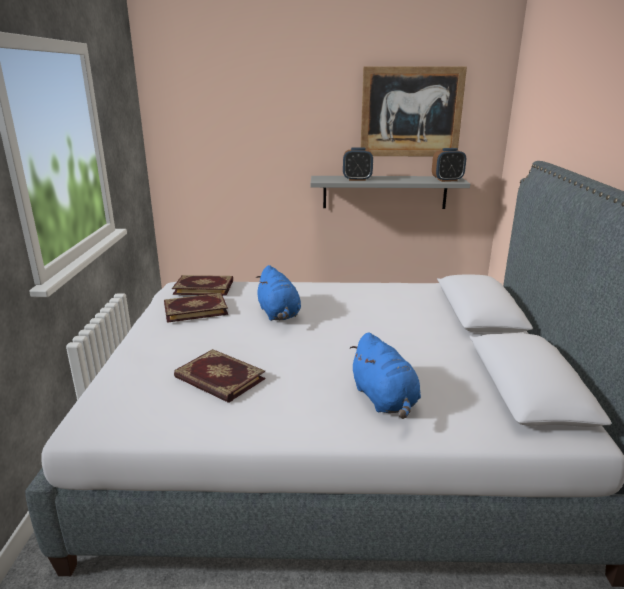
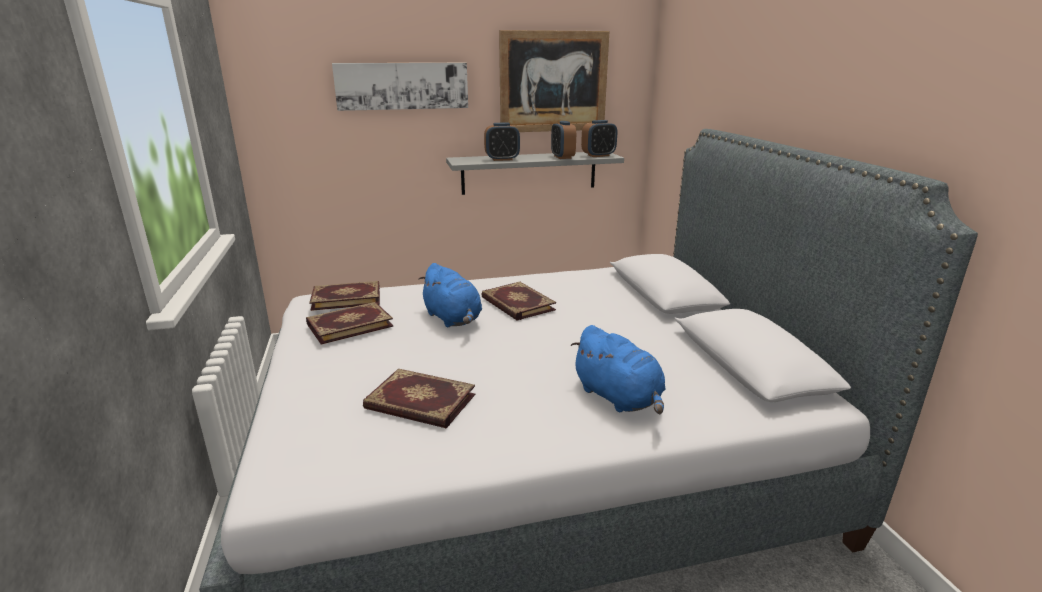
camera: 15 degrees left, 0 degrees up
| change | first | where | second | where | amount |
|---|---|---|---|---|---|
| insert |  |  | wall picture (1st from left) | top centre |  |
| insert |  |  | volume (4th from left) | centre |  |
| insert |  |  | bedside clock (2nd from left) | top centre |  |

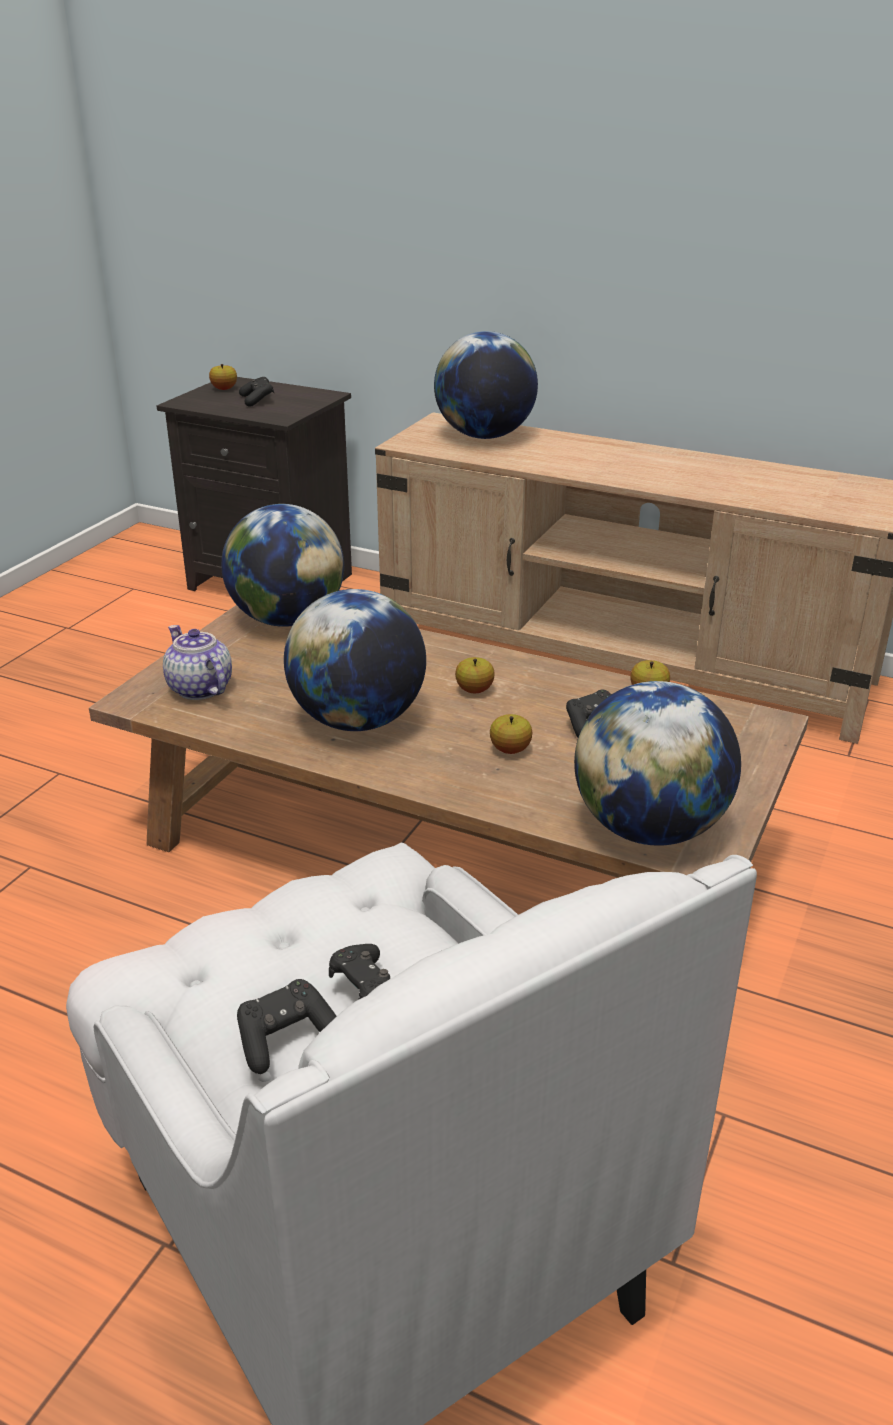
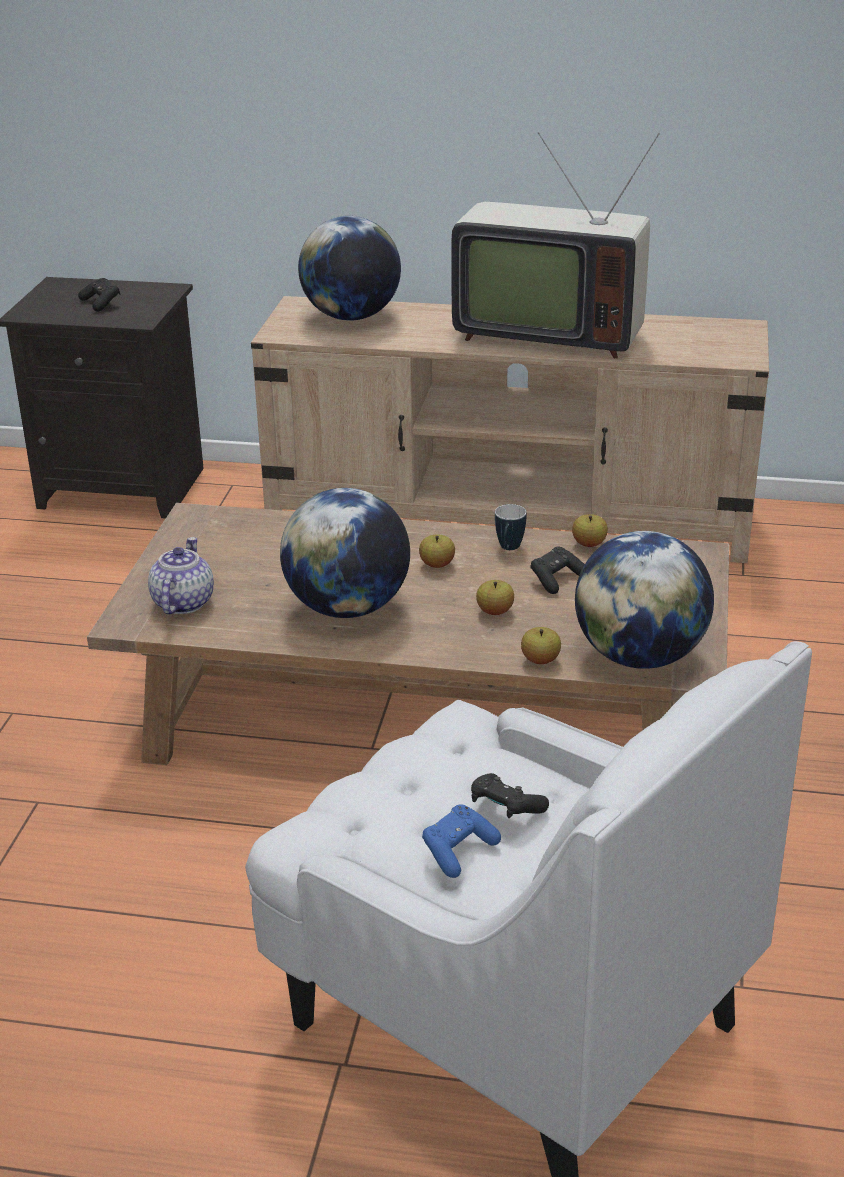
camera: 15 degrees left, 0 degrees up
| change | first | where | second | where | amount |
|---|---|---|---|---|---|
| delete | desk globe (1st from left) | middle left |  |  |  |
| insert |  |  | television | top centre |  |
| insert |  |  | tea mug | centre |  |
| move | whole apple (1st from left in the first image) | top left | whole apple (3rd from left) | centre |  |
| recolor | game controller/black-coloured (2nd from left) | bottom left | game controller/bluish | bottom centre |  |
| rotate | teapot | middle left |  | middle left | 60 degrees clockwise |

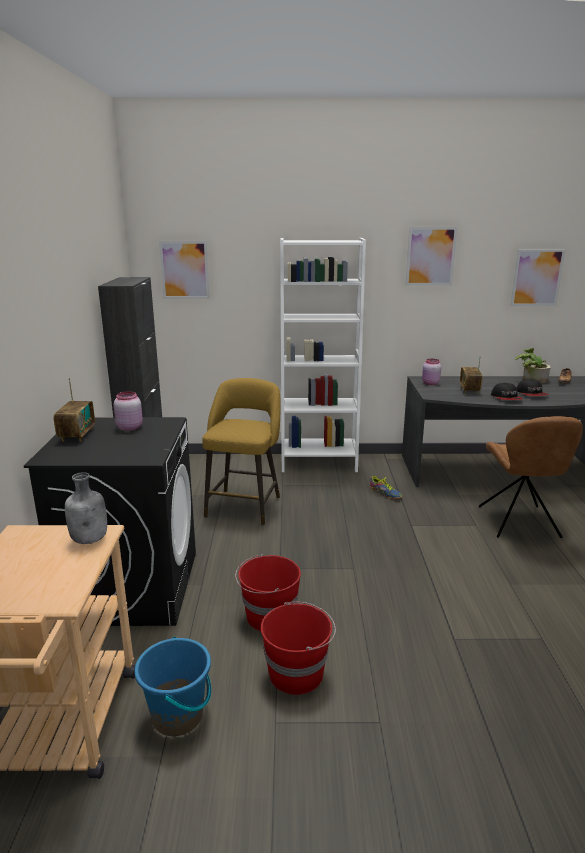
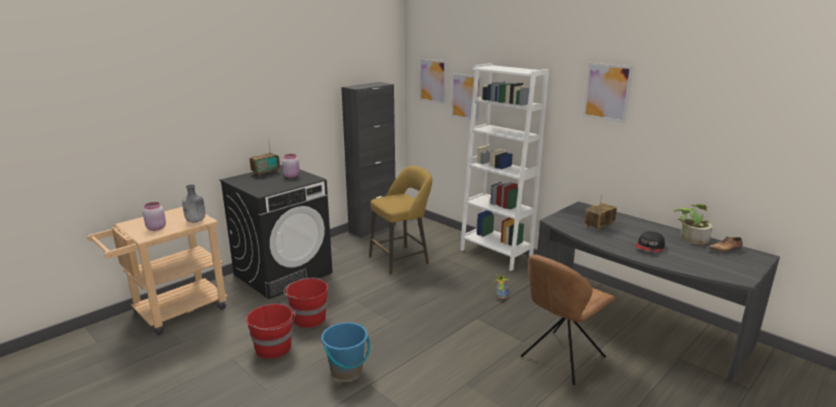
camera: 45 degrees right, 0 degrees up
| change | first | where | second | where | amount |
|---|---|---|---|---|---|
| delete | baseball cap (1st from left) | middle right |  |  |  |
| move | pail/bluish | bottom left |  | bottom centre |  |
| move | preserve jar/pinkish (2nd from left in the first image) | middle right | preserve jar/pinkish (1st from left) | middle left |  |
| move | wall picture (3rd from left in the first image) | top right | wall picture (2nd from left) | top centre |  |

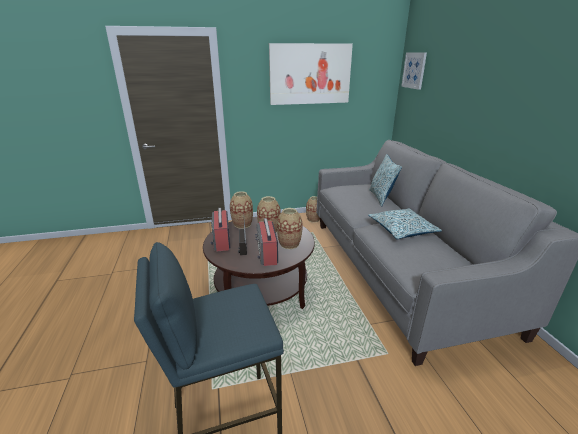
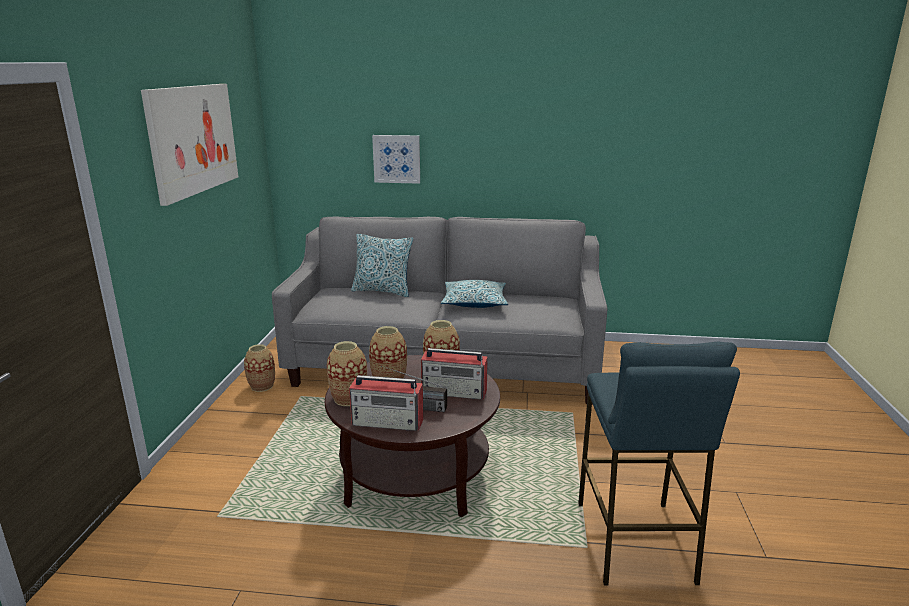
camera: 70 degrees left, 5 degrees down
| change | first | where | second | where | amount |
|---|---|---|---|---|---|
| move | wall picture (2nd from left) | top right |  | top centre |  |

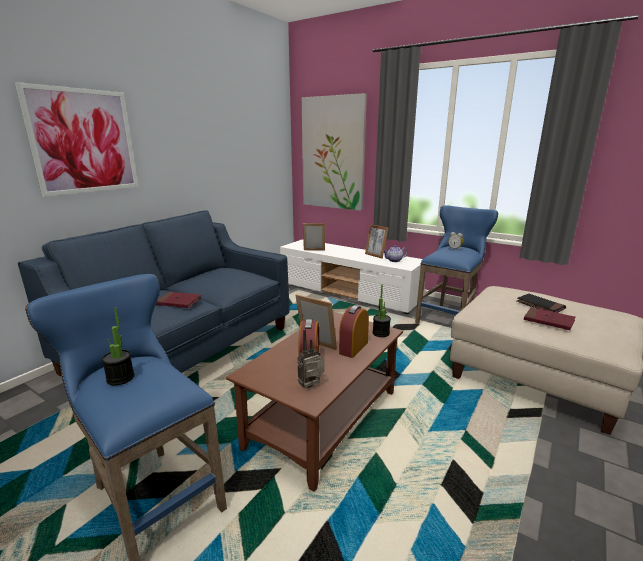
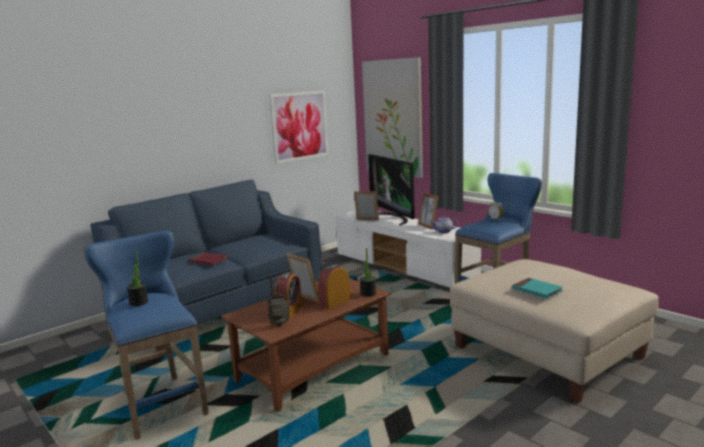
camera: 15 degrees right, 5 degrees down
| change | first | where | second | where | amount |
|---|---|---|---|---|---|
| delete | volume/black-coloured | middle right |  |  |  |
| insert |  |  | television | centre |  |
| move | wall picture (1st from left) | top left |  | top centre |  |
| recolor | volume/reddish (2nd from left) | middle right | volume/blue-green | middle right |  |

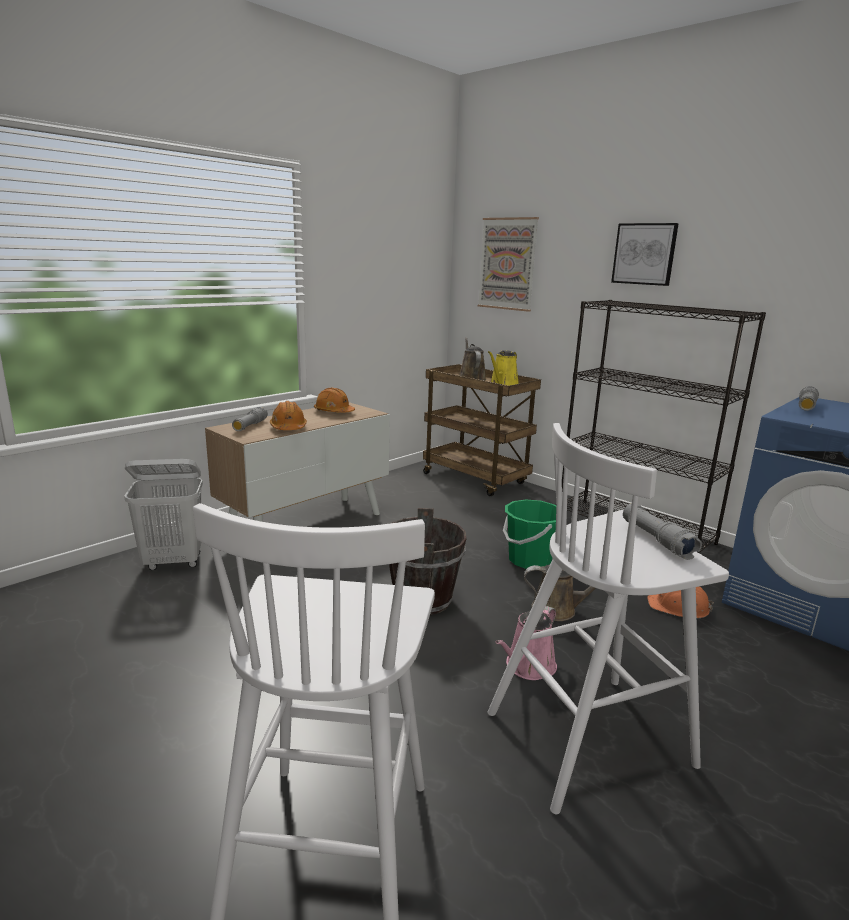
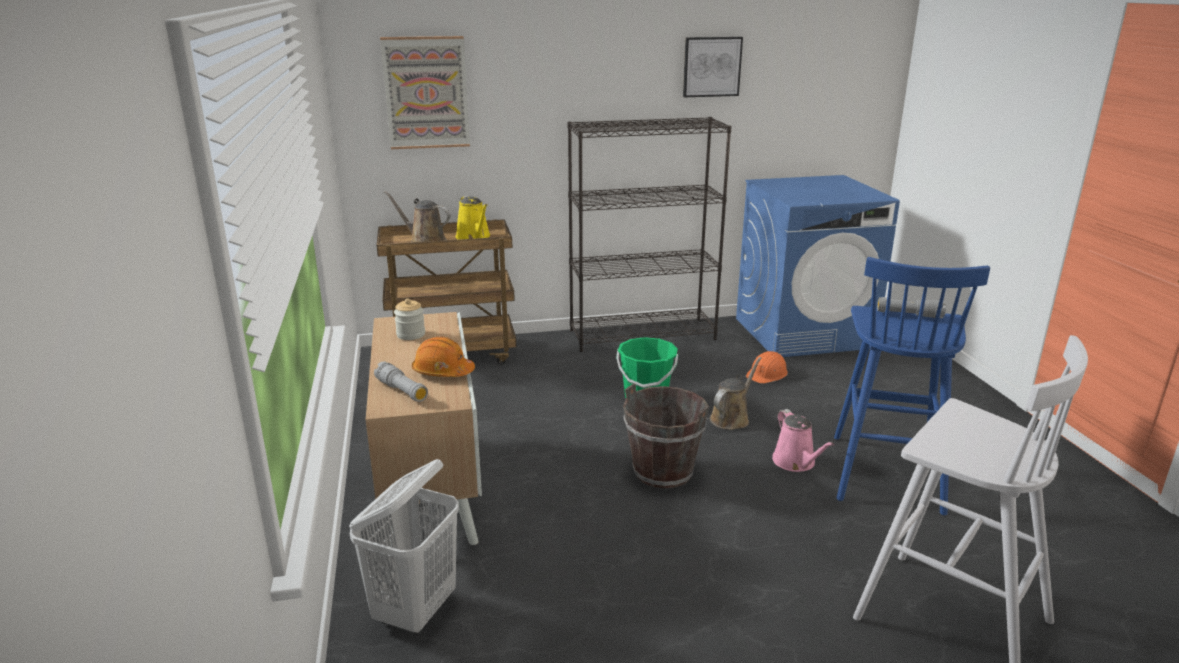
camera: 55 degrees left, 5 degrees up
| change | first | where | second | where | amount |
|---|---|---|---|---|---|
| delete | flashlight/greyish (3rd from left) | middle right |  |  |  |
| move | wall picture (2nd from left) | top right |  | top centre |  |
| replace | safety helmet/orangey (2nd from left) | centre | preserve jar | centre |  |
| recolor | sitting stool/white (2nd from left) | bottom right | sitting stool/bluish | middle right |  |

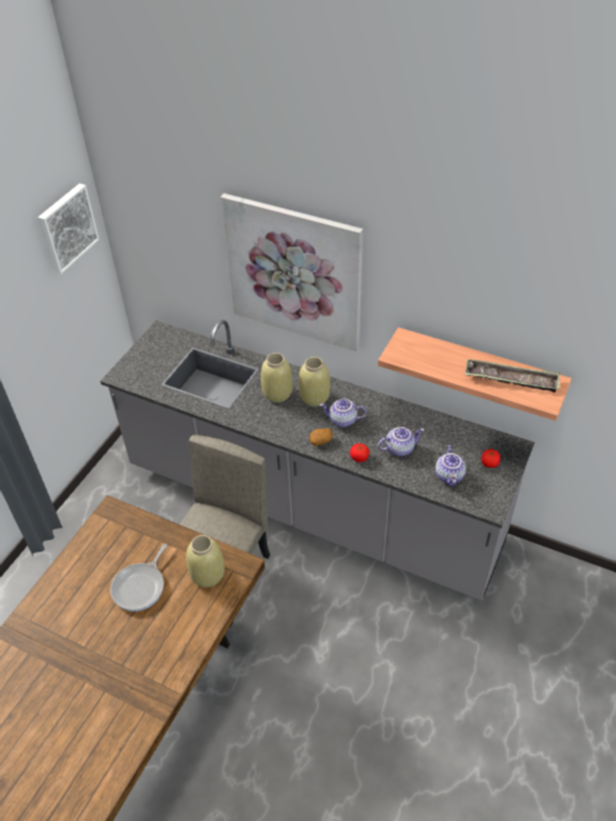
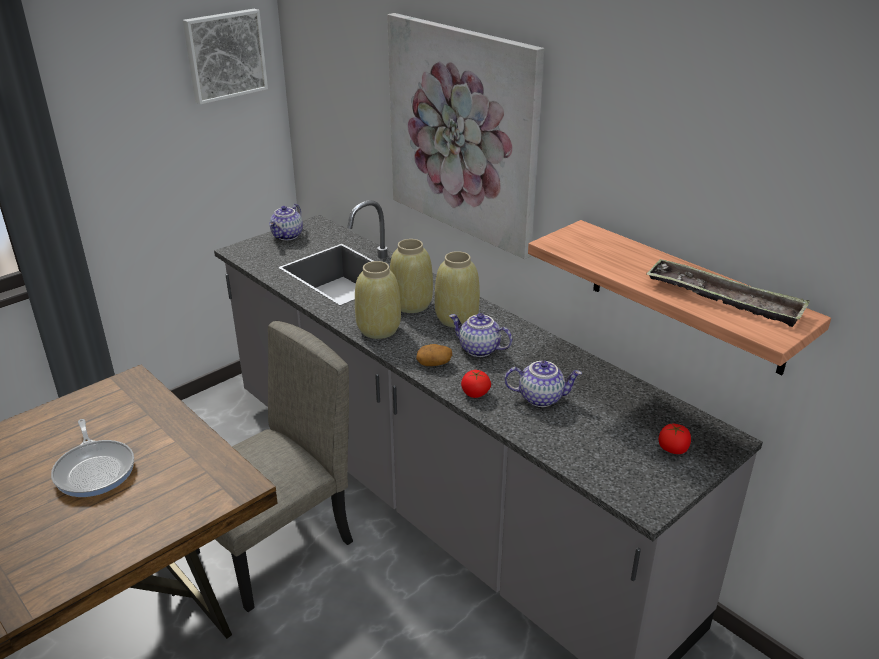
camera: 20 degrees right, 15 degrees down
| change | first | where | second | where | amount |
|---|---|---|---|---|---|
| move | decorative vase/beige-coloured (1st from left) | bottom left |  | centre |  |
| move | teapot (3rd from left in the first image) | middle right | teapot (1st from left) | middle left |  |
| rotate | skillet | bottom left |  | bottom left | 75 degrees counterclockwise |

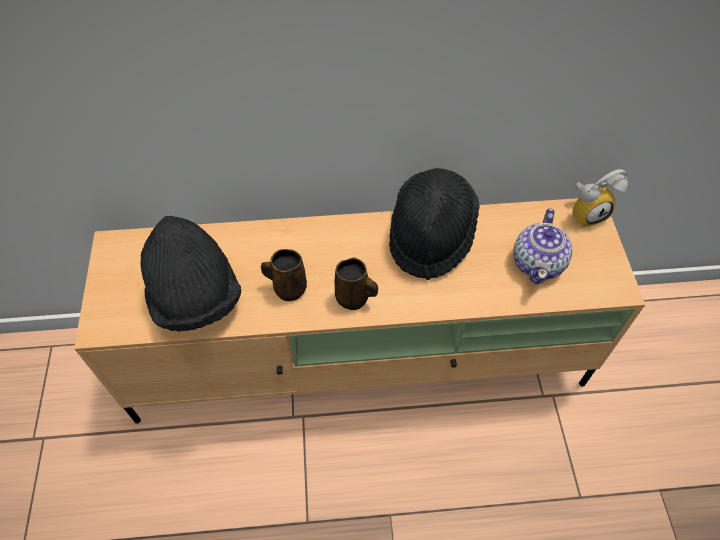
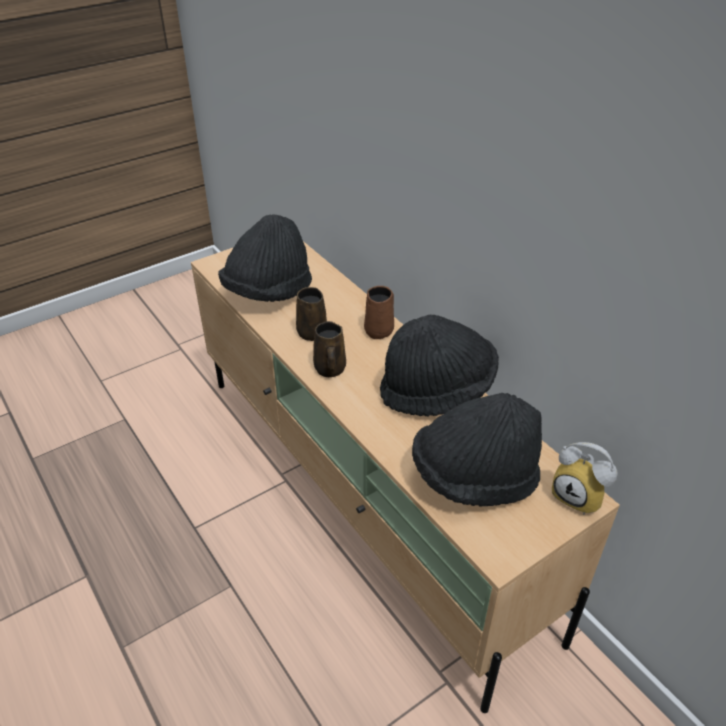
camera: 60 degrees right, 15 degrees down
| change | first | where | second | where | amount |
|---|---|---|---|---|---|
| insert |  |  | tea mug/brown (3rd from left) | centre |  |
| replace | teapot | middle right | hat/black-coloured (3rd from left) | centre |  |

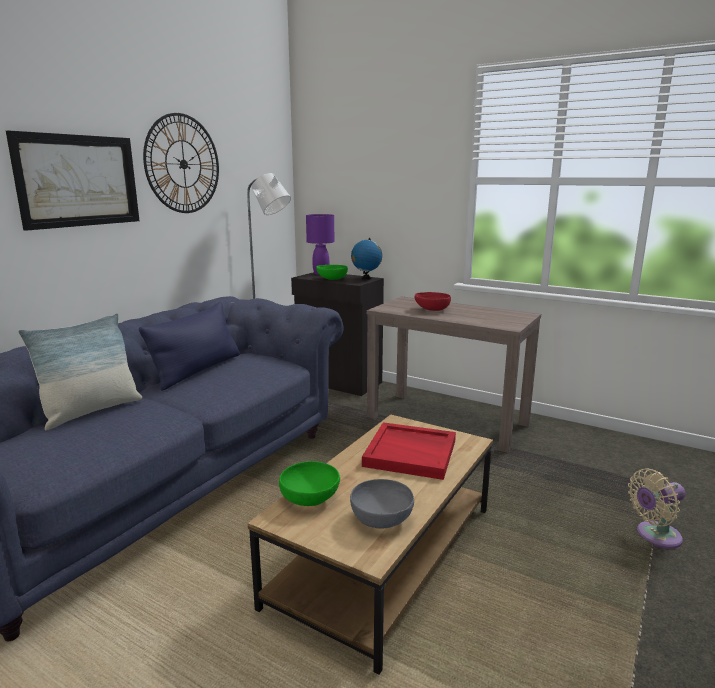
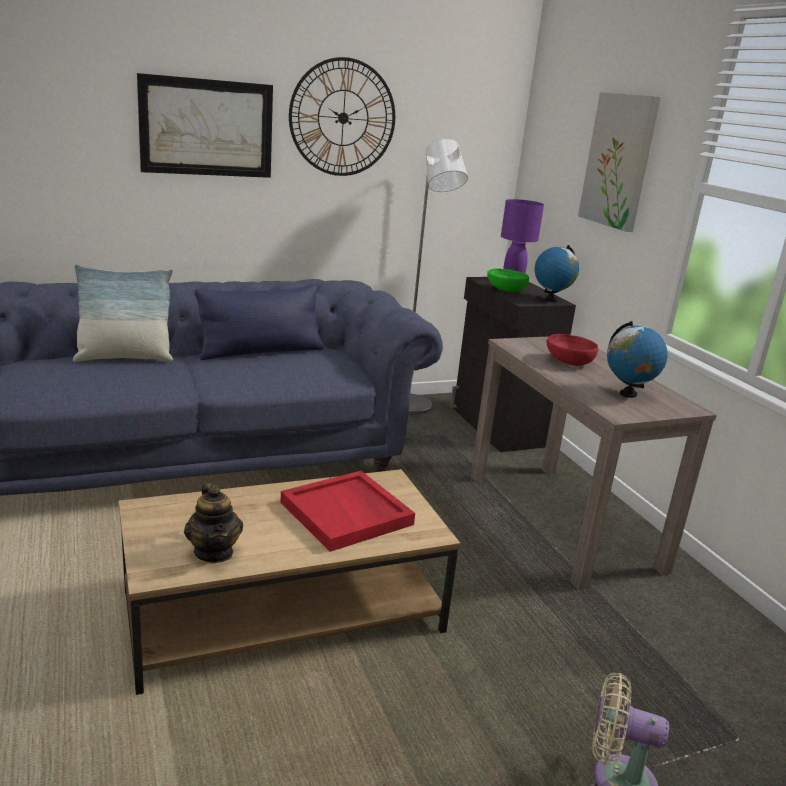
camera: 35 degrees right, 5 degrees up
| change | first | where | second | where | amount |
|---|---|---|---|---|---|
| delete | bowl/greenish (1st from left) | bottom centre |  |  |  |
| insert |  |  | wall picture (2nd from left) | top right |  |
| insert |  |  | desk globe (2nd from left) | middle right |  |
| replace | bowl/greyish | bottom centre | teapot | middle left |  |

